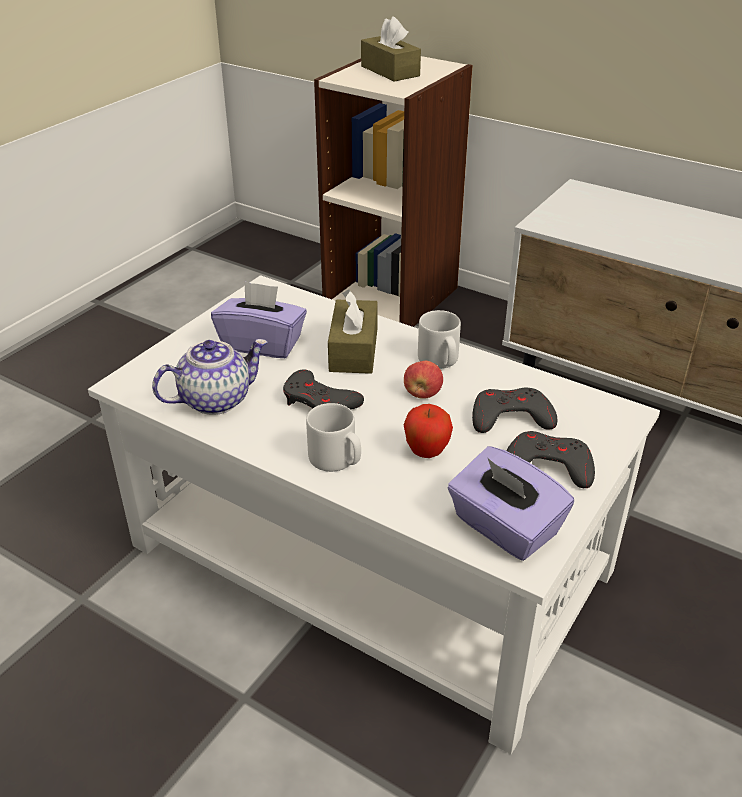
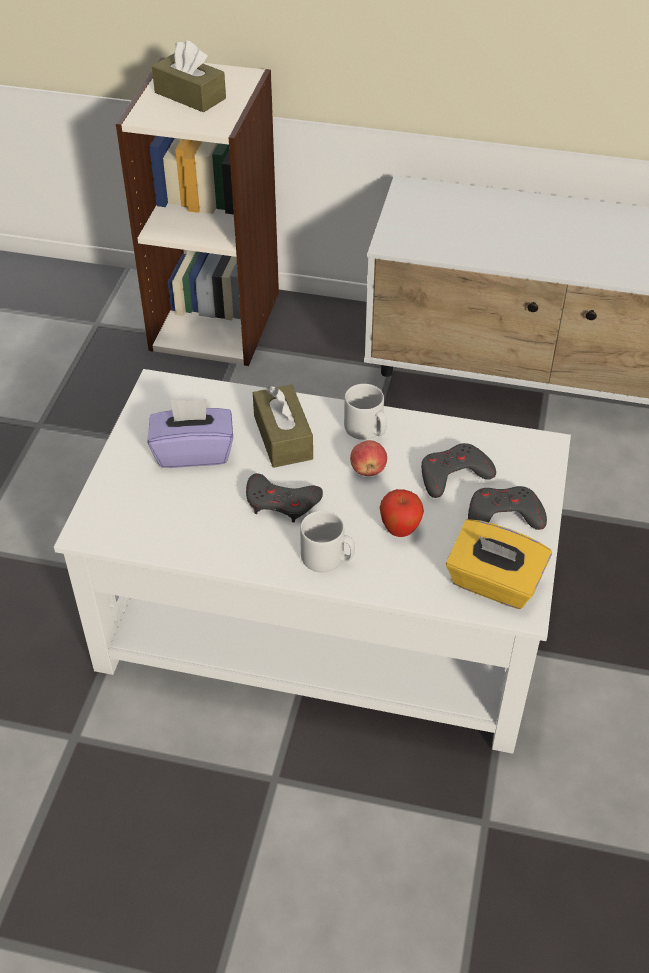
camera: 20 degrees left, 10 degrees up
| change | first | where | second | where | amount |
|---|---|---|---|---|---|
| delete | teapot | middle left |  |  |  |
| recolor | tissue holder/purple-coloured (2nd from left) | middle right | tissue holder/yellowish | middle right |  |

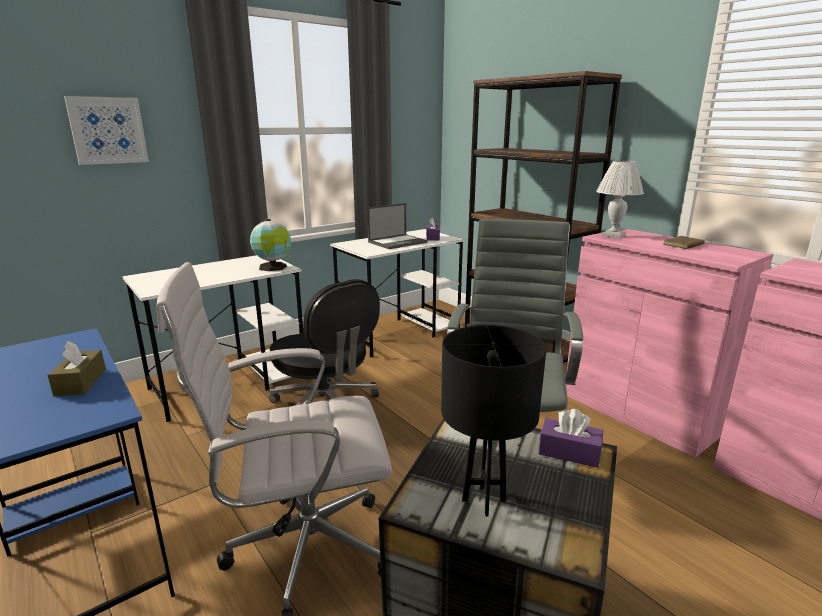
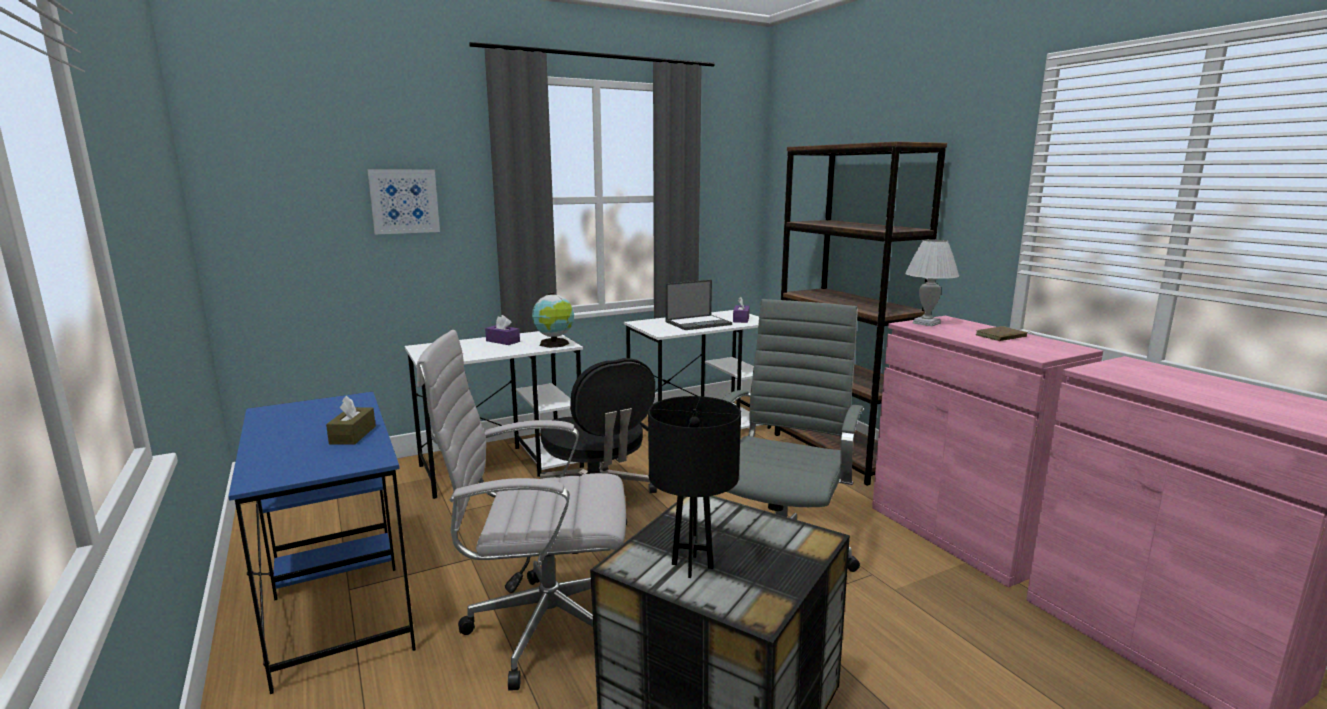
camera: 10 degrees right, 5 degrees down
| change | first | where | second | where | amount |
|---|---|---|---|---|---|
| move | tissue holder/purple-coloured (2nd from left in the first image) | bottom right | tissue holder/purple-coloured (1st from left) | centre |  |

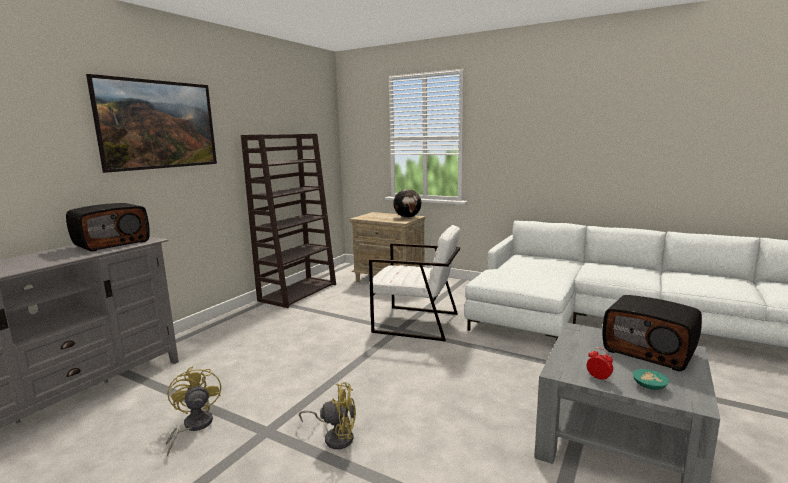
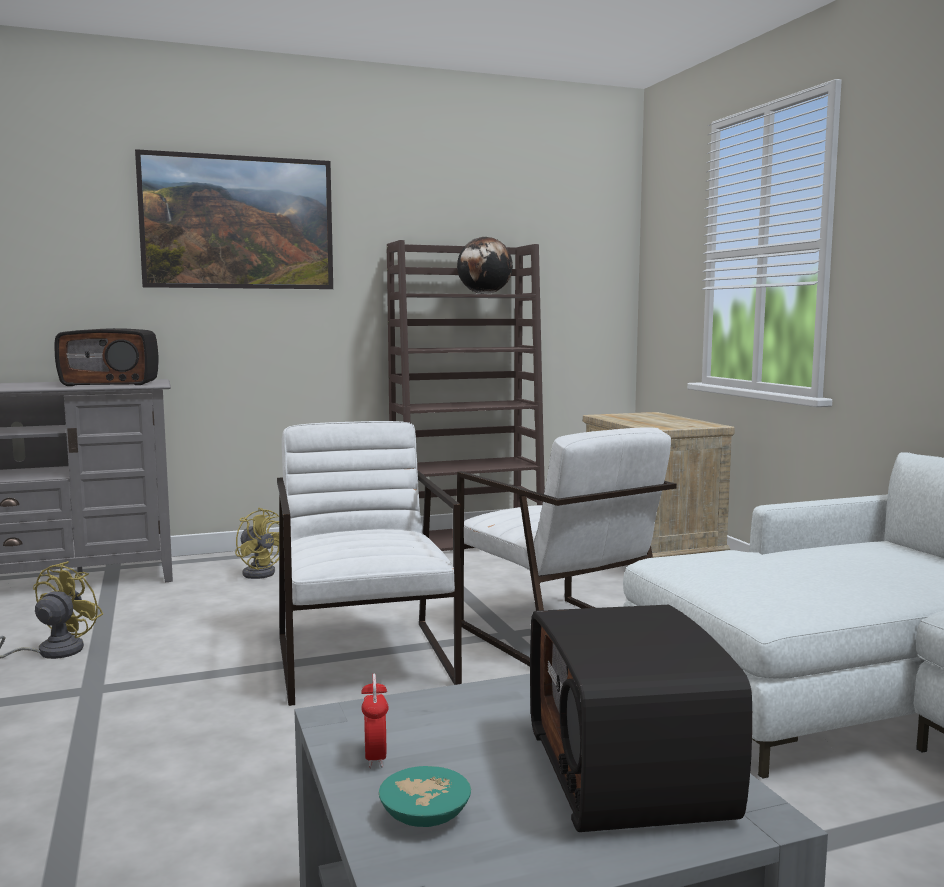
camera: 40 degrees right, 5 degrees down
| change | first | where | second | where | amount |
|---|---|---|---|---|---|
| insert |  |  | easy chair/white (1st from left) | centre |  |
| move | fan/yellowish (2nd from left) | bottom centre |  | middle left |  |
| move | desk globe | centre |  | top centre |  |

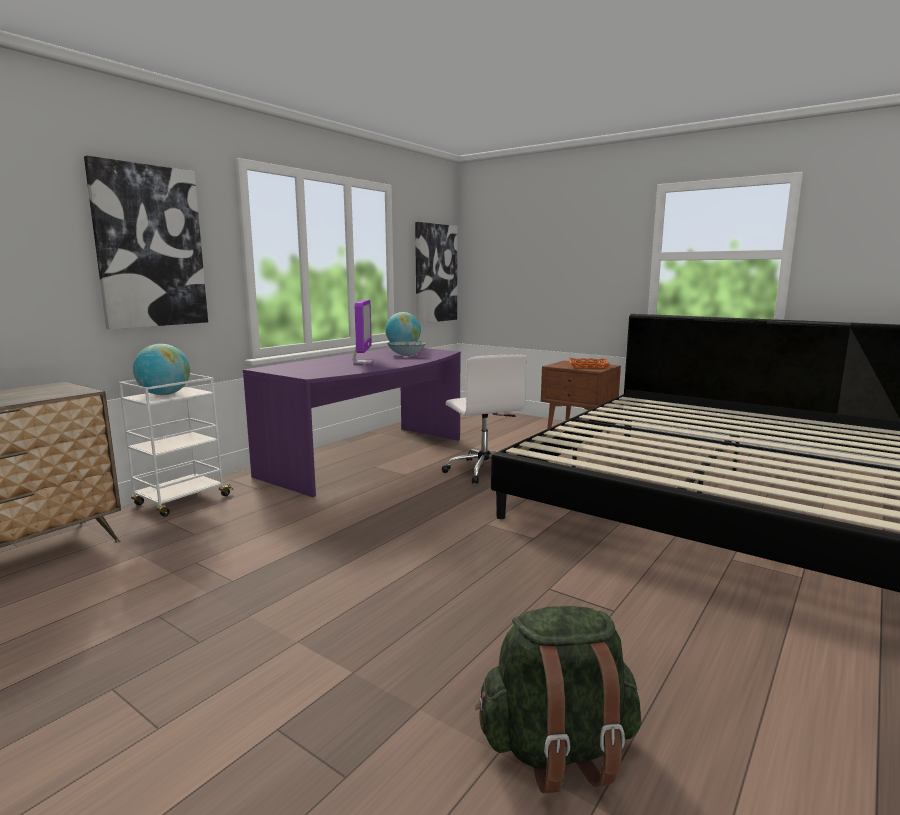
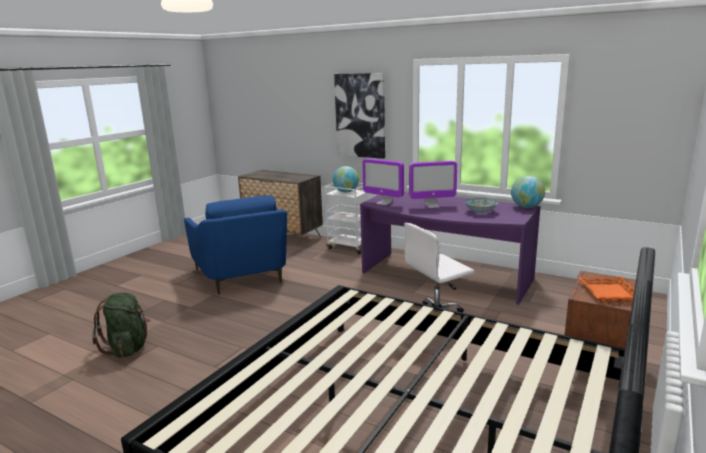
camera: 85 degrees right, 5 degrees up
| change | first | where | second | where | amount |
|---|---|---|---|---|---|
| delete | wall picture (2nd from left) | centre |  |  |  |
| insert |  |  | easy chair/bluish | middle left |  |
| insert |  |  | monitor (1st from left) | centre |  |

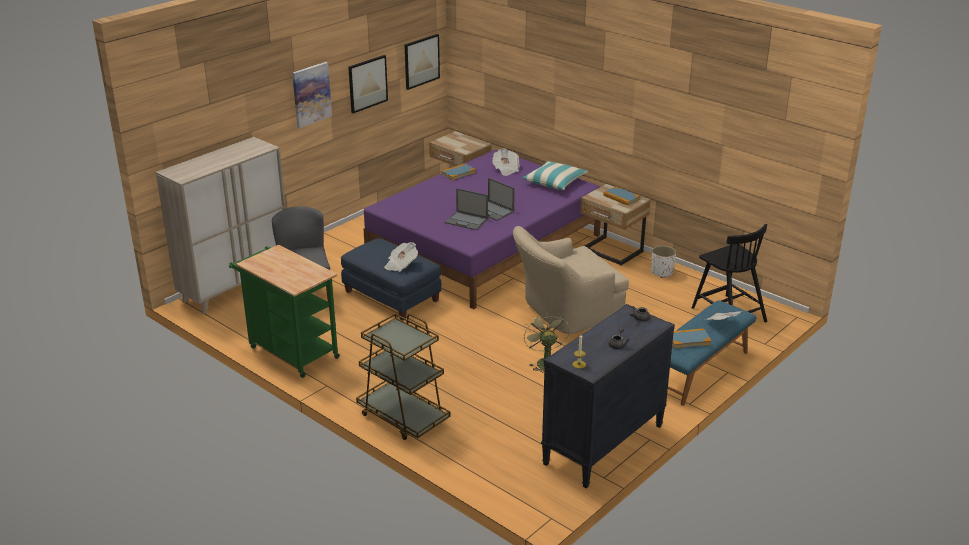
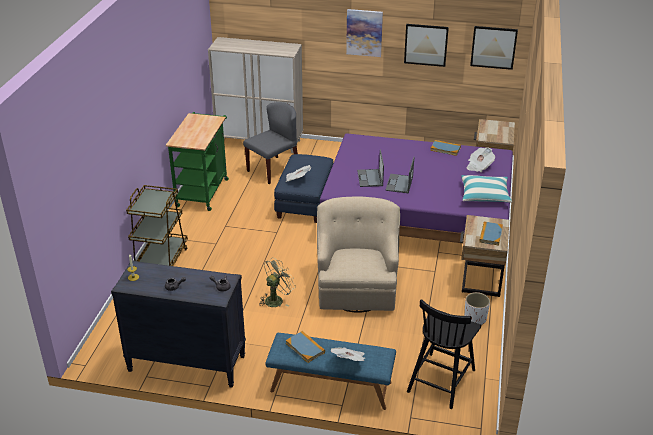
camera: 60 degrees right, 5 degrees up
| change | first | where | second | where | amount |
|---|---|---|---|---|---|
| rotate | easy chair/beige-coloured | centre |  | centre | 60 degrees clockwise |

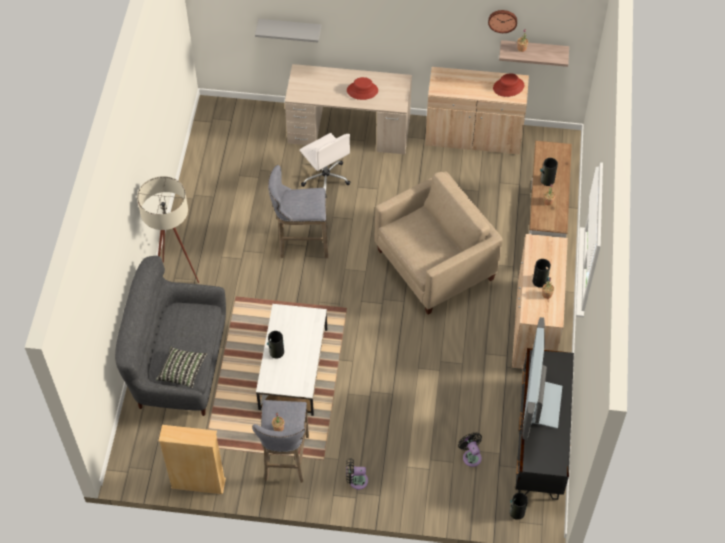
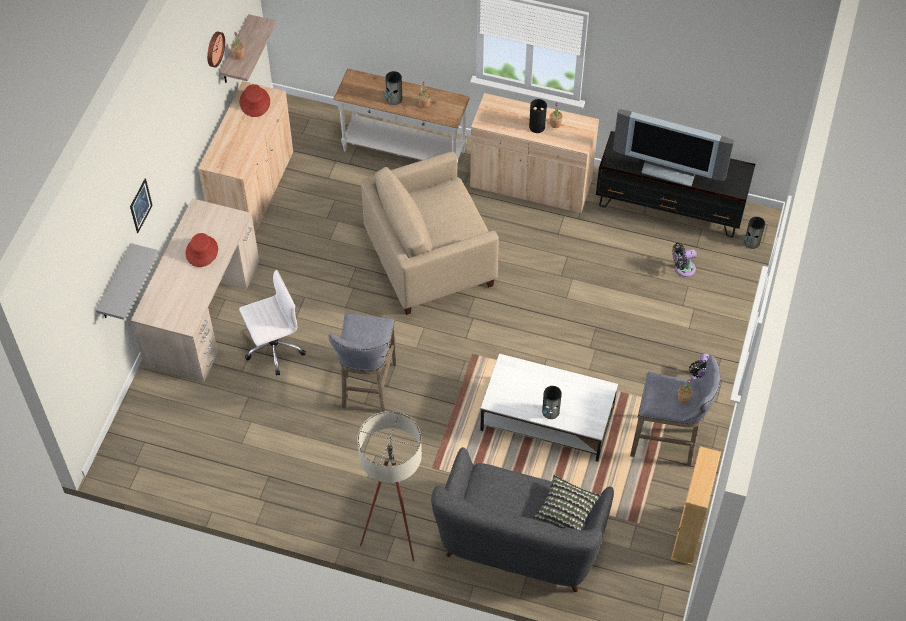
camera: 80 degrees left, 0 degrees up
| change | first | where | second | where | amount |
|---|---|---|---|---|---|
| insert |  |  | wall picture | top left |  |
| rotate | easy chair/beige-coloured | centre |  | centre | 90 degrees counterclockwise |

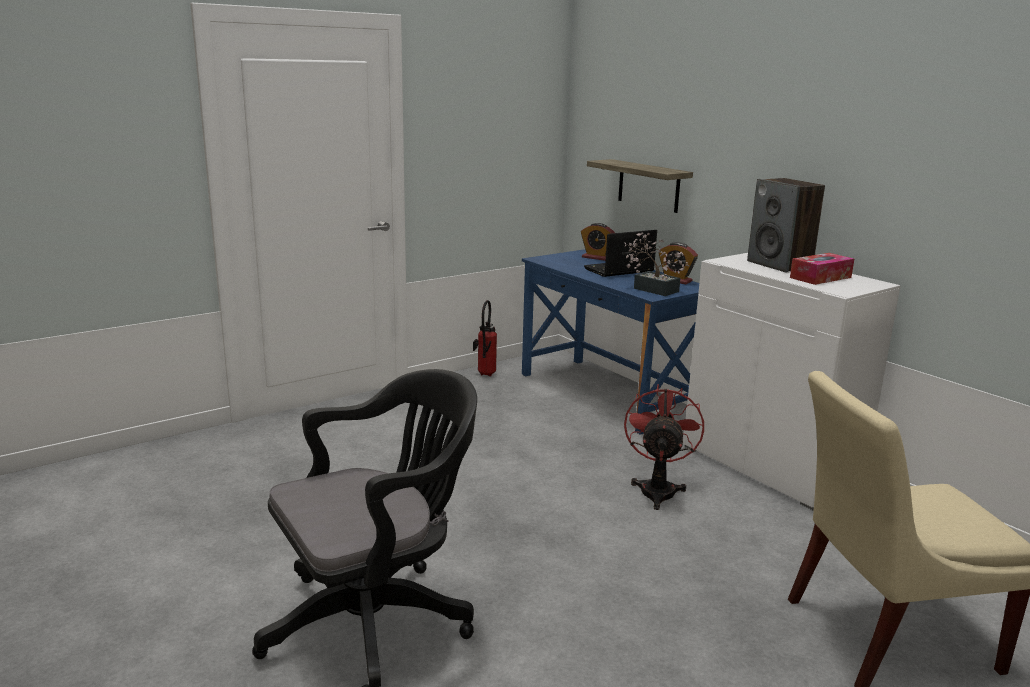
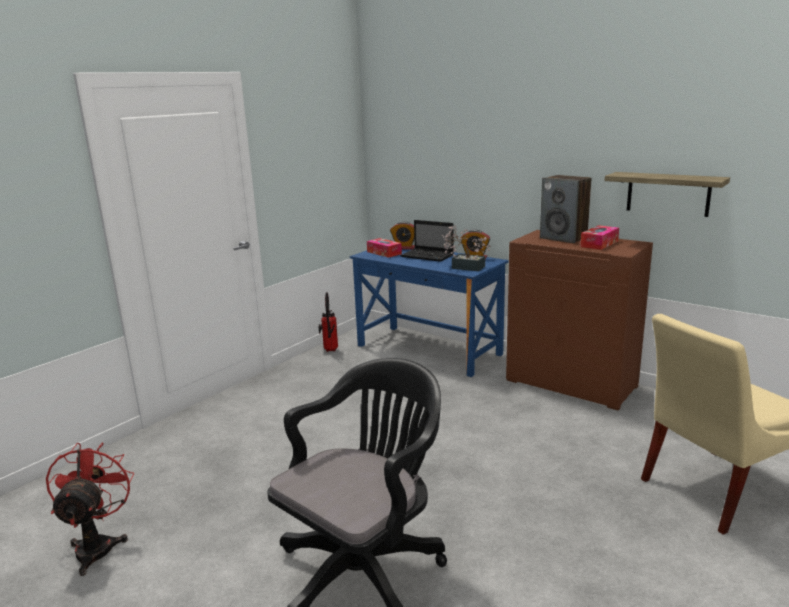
camera: 15 degrees left, 0 degrees up
| change | first | where | second | where | amount |
|---|---|---|---|---|---|
| insert |  |  | tissue holder (1st from left) | centre |  |
| move | shelf | top centre |  | top right |  |
| move | fan/reddish | centre |  | bottom left |  |
| recolor | cabinet/white | middle right | cabinet/brown | middle right |  |
| rotate | portable computer | centre |  | centre | 105 degrees counterclockwise |

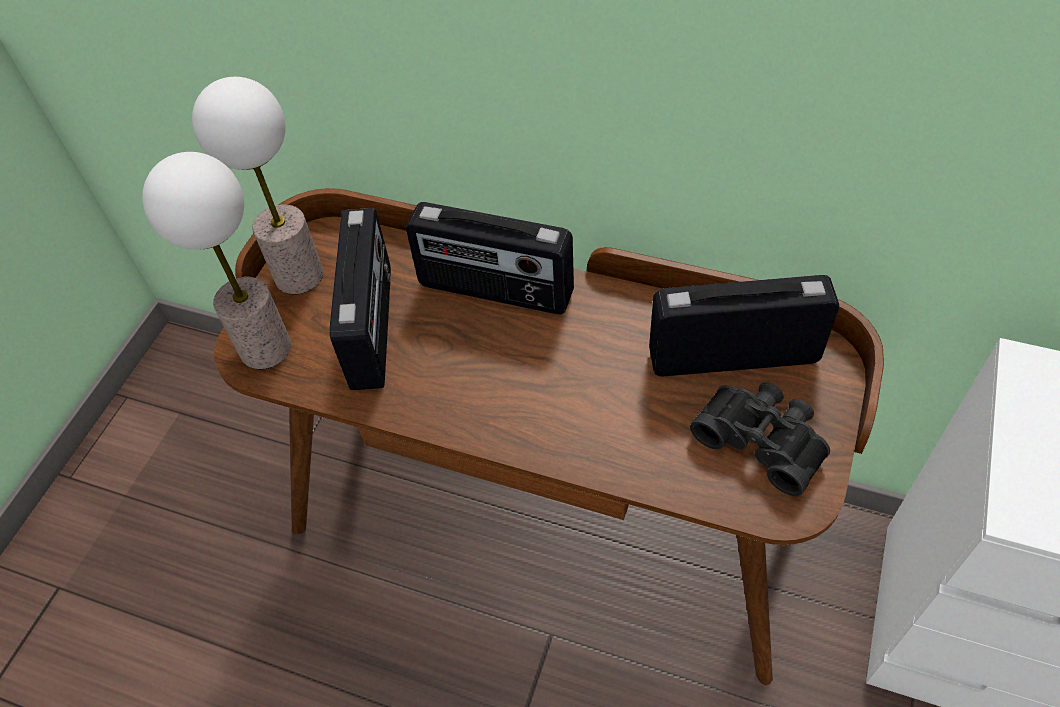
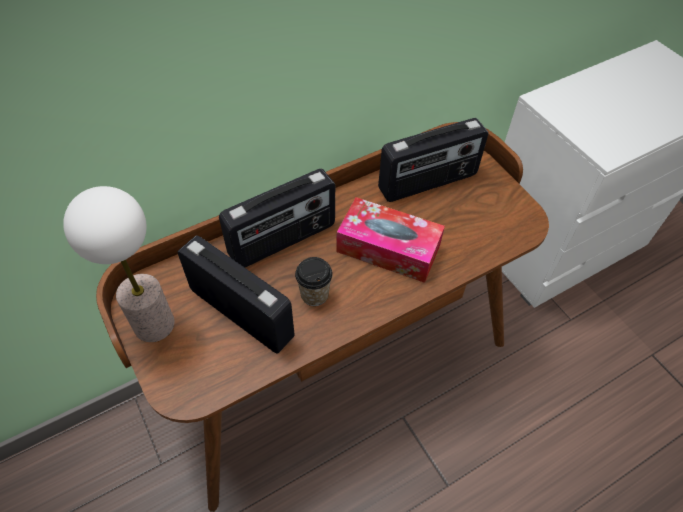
camera: 55 degrees left, 0 degrees up
| change | first | where | second | where | amount |
|---|---|---|---|---|---|
| delete | lamp for a table (1st from left) | middle left |  |  |  |
| delete | field glasses/black-coloured | middle right |  |  |  |
| insert |  |  | small cup | centre |  |
| insert |  |  | tissue holder | centre |  |
| rotate | radio receiver (3rd from left) | middle right |  | top centre | 150 degrees counterclockwise |

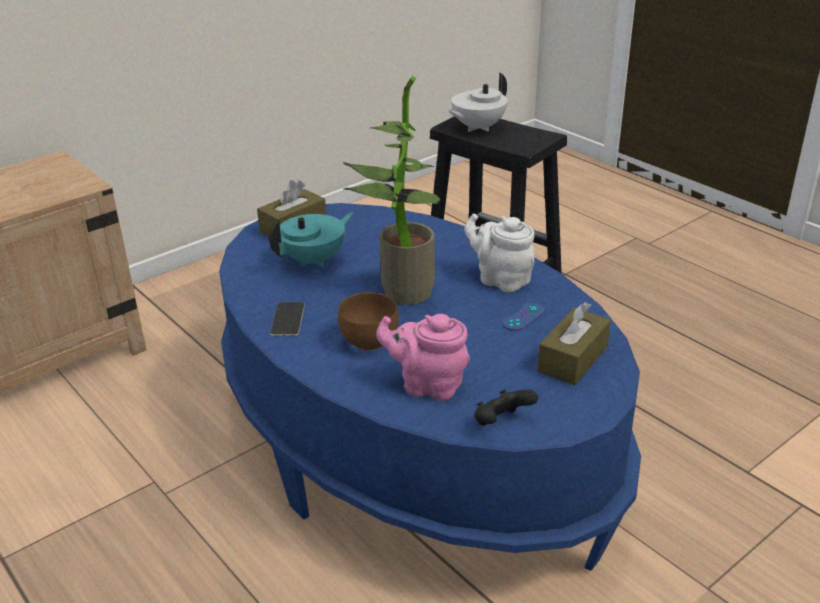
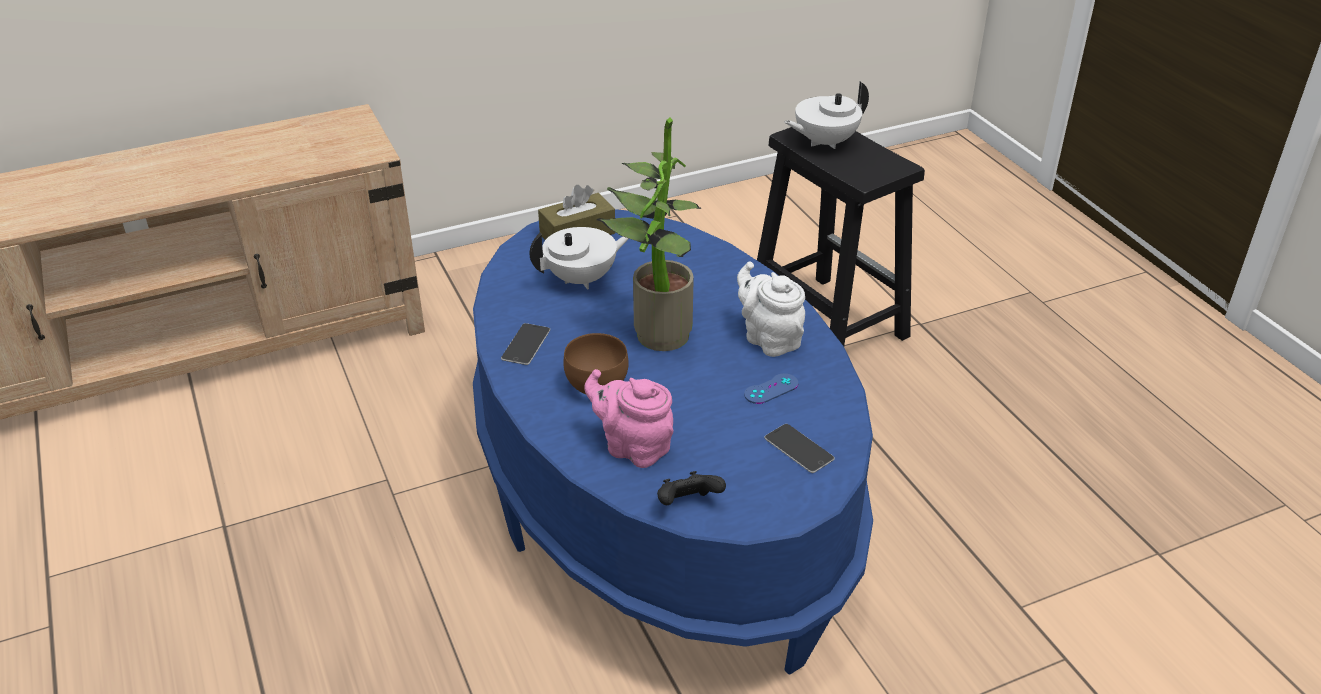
camera: 15 degrees right, 5 degrees up
| change | first | where | second | where | amount |
|---|---|---|---|---|---|
| replace | tissue holder/brown (2nd from left) | middle right | telephone (2nd from left) | centre |  |
| recolor | teapot/blue-green | centre | teapot/white (1st from left) | centre |  |

